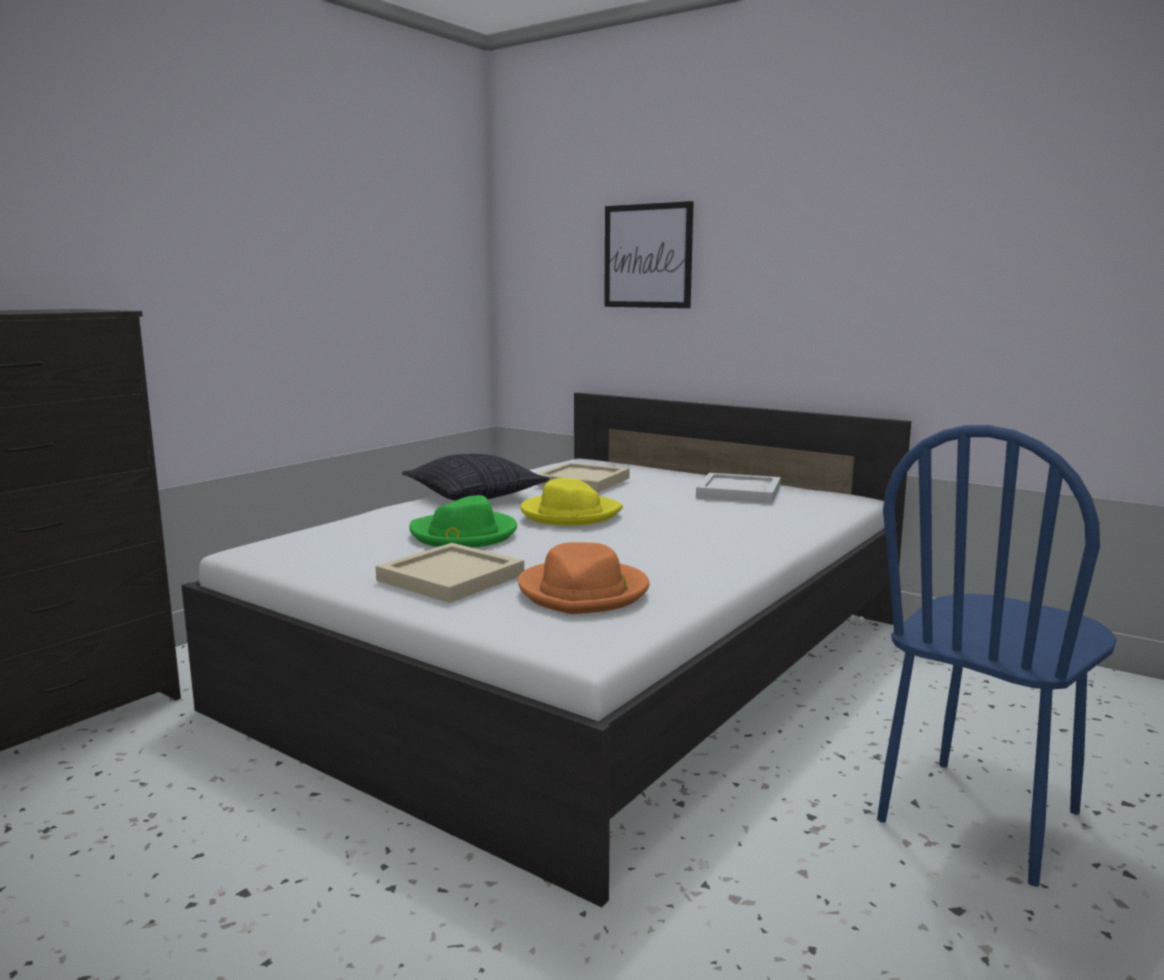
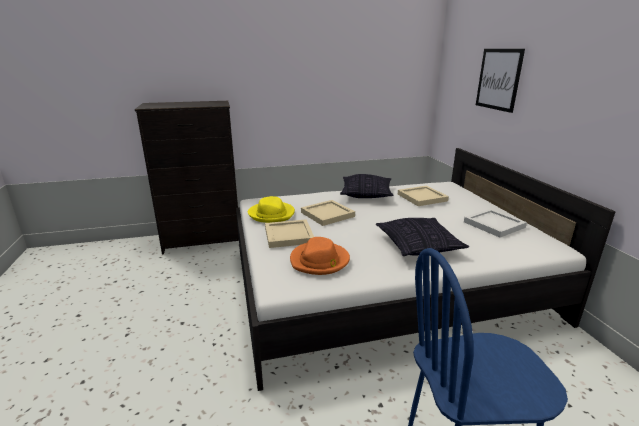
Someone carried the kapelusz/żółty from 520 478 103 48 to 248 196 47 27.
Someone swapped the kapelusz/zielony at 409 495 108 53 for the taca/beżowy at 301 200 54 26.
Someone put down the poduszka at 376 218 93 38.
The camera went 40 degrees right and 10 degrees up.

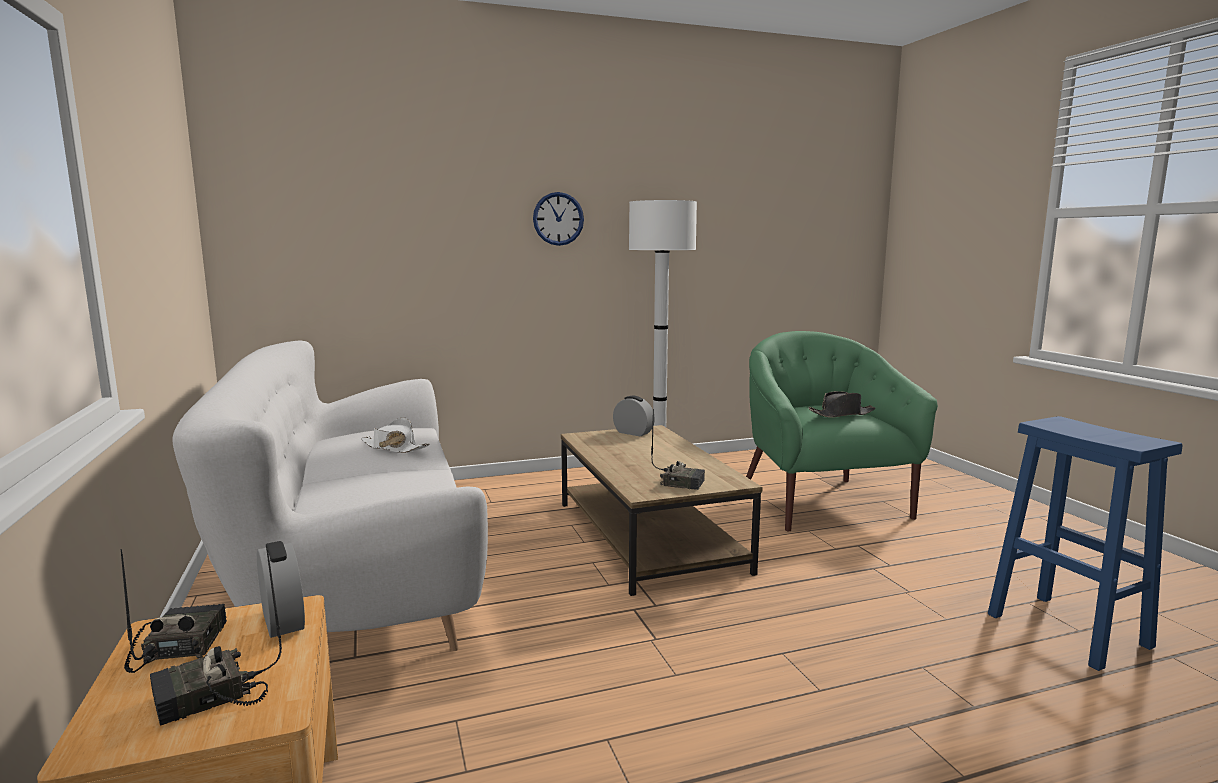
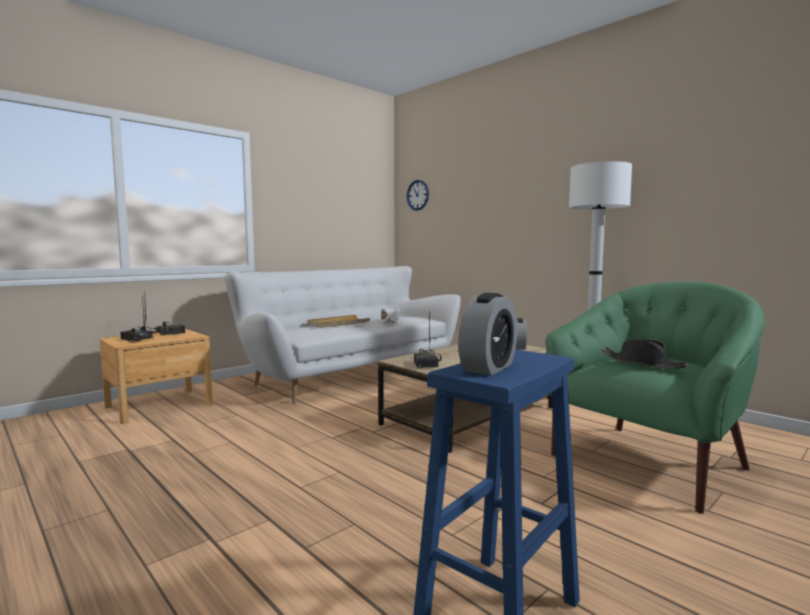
Someone carried the zegar ścienny from 533 192 51 54 to 407 180 22 31.
Someone carried the budzik from 257 541 48 97 to 458 293 59 82.
Someone put down the taca/beżowy at 307 315 63 13.
The camera went 65 degrees right and 5 degrees down.

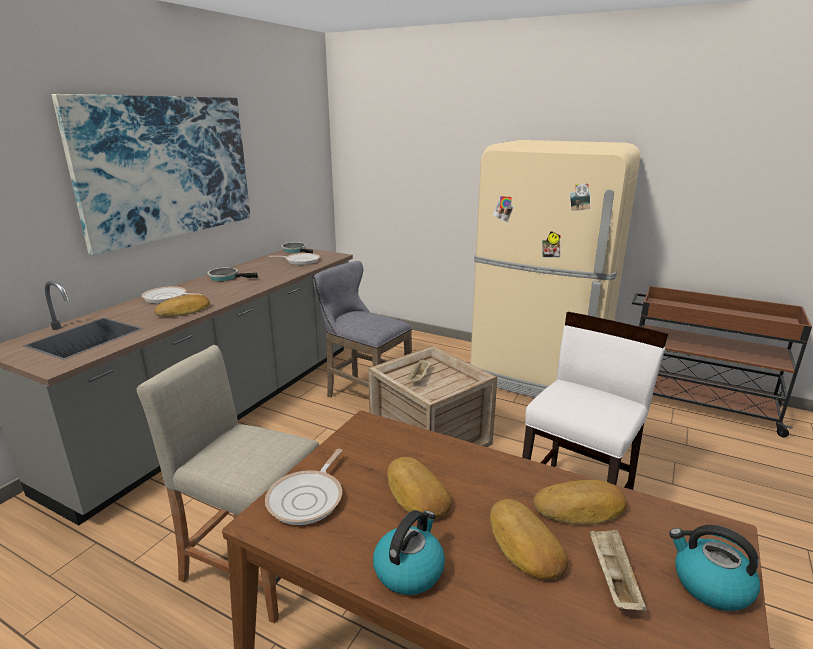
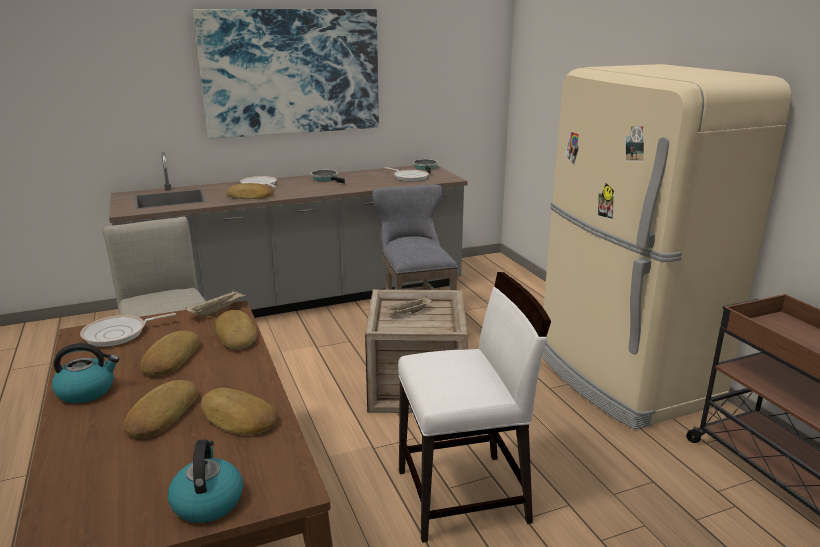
Someone carried the taca/beżowy from 589 529 57 82 to 186 289 61 27.
Someone put down the chleb at 215 310 42 39.
The camera went 40 degrees right and 0 degrees up.

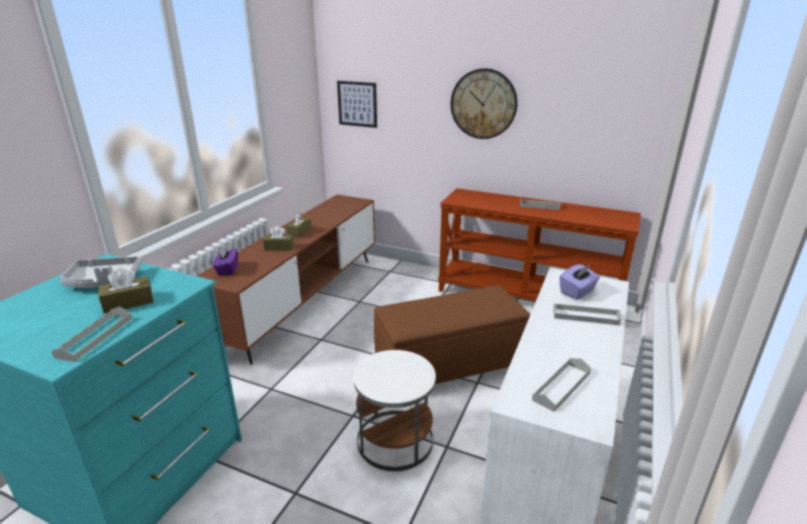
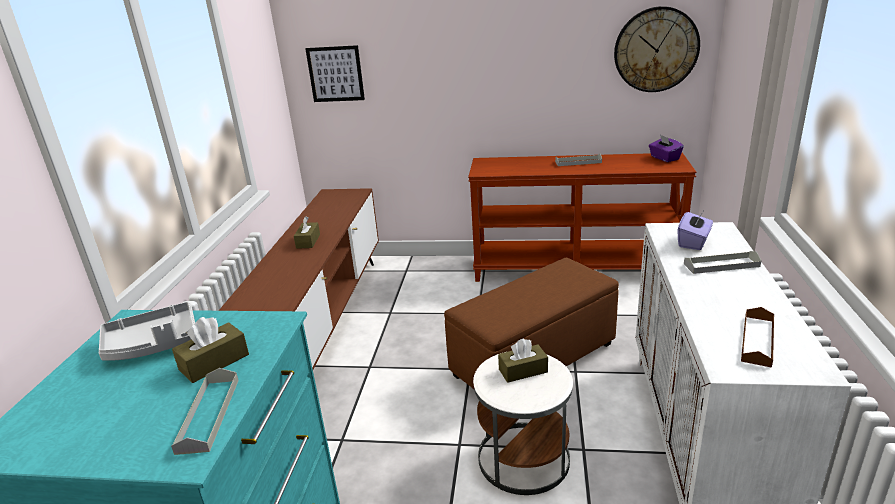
Someone carried the zegar ścienny from 450 68 68 71 to 614 6 86 86.
Someone carried the pudełko chusteczek/brązowy from 263 226 31 24 to 498 338 50 45.
Someone carried the pudełko chusteczek/fioletowy from 213 246 25 29 to 649 135 35 27.
Someone repainted the taca/szary at 532 358 59 54, which became the taca/brązowy at 741 307 33 61.
The camera went 15 degrees left and 0 degrees up.

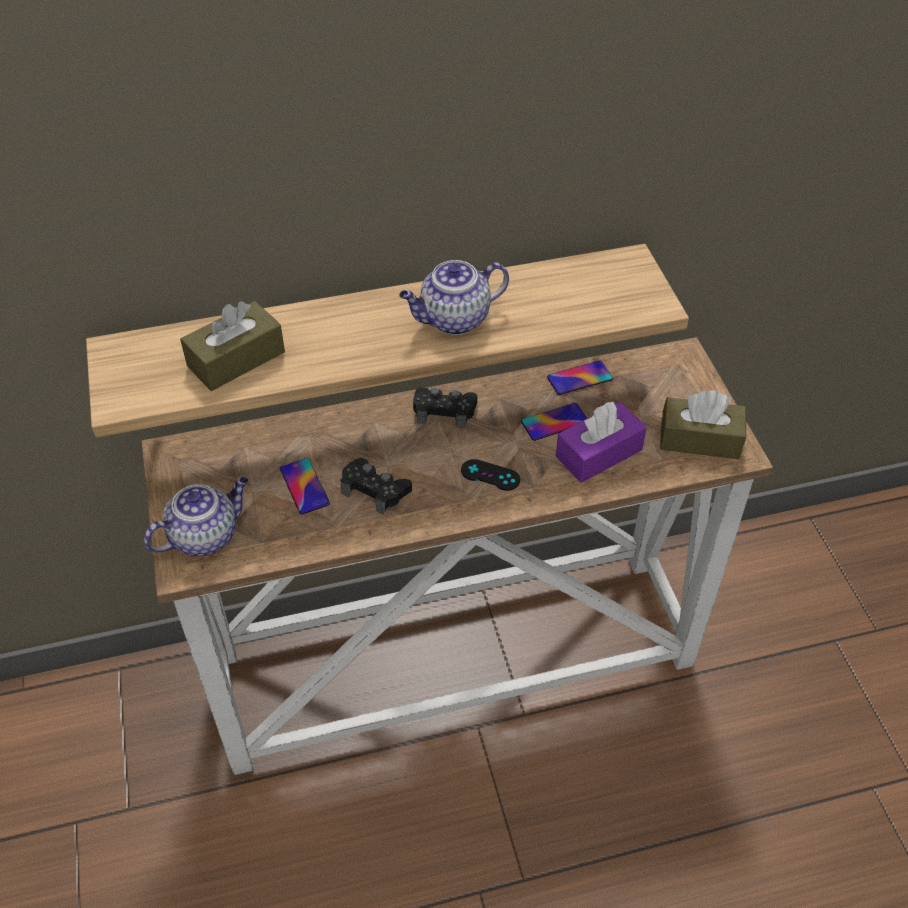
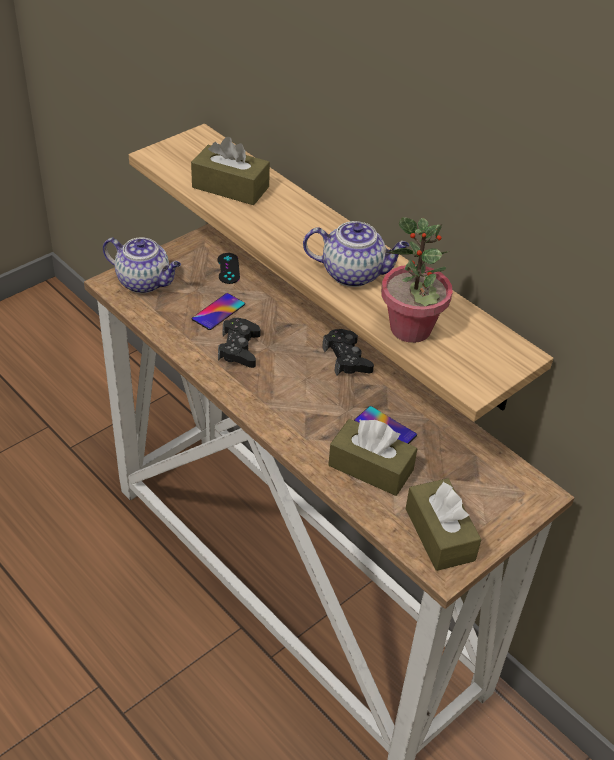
Someone rotated the imbryk at 399 260 110 75 by 150 degrees clockwise.
Someone took away the telefon at 547 360 66 35.
Someone repainted the pudełko chusteczek/fioletowy at 556 401 91 82, which became the pudełko chusteczek/brązowy at 328 419 90 77.
Someone carried the pad do gier/czarny from 461 459 59 32 to 217 253 23 31.
Someone put down the roślina doniczkowa at 381 217 72 126.
The camera went 60 degrees right and 5 degrees down.

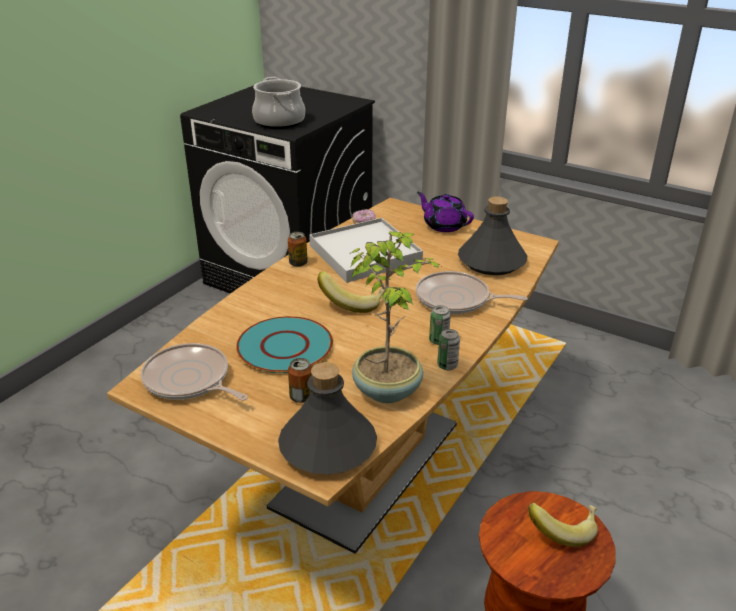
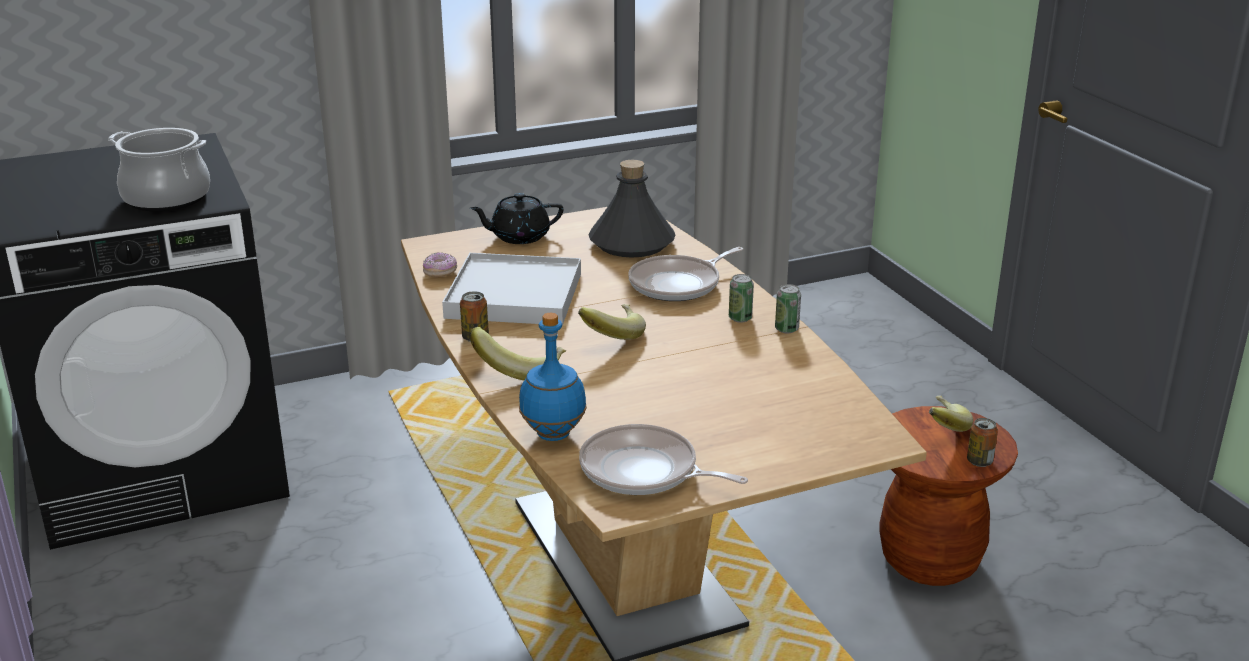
Someone repainted the imbryk/fioletowy at 417 192 57 40, which became the imbryk/czarny at 470 193 93 51.
Someone took away the roślina doniczkowa at 350 231 91 172.
Someone took away the talerz/turkusowy at 236 316 97 57.
Someone rotated the patelnia at 141 343 107 58 by 45 degrees clockwise.
Someone carried the puszka from 288 358 24 45 to 967 418 31 49.
Someone took away the butelka/szary at 278 362 99 112.
Someone put down the butelka/niebieski at 519 313 68 128.
Someone put down the banan at 470 327 96 53.
The camera went 55 degrees left and 5 degrees down.

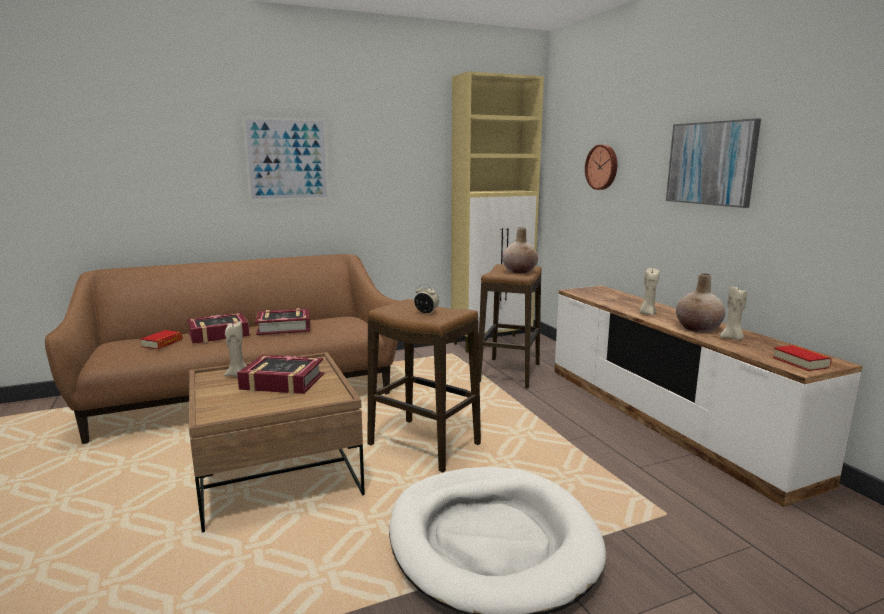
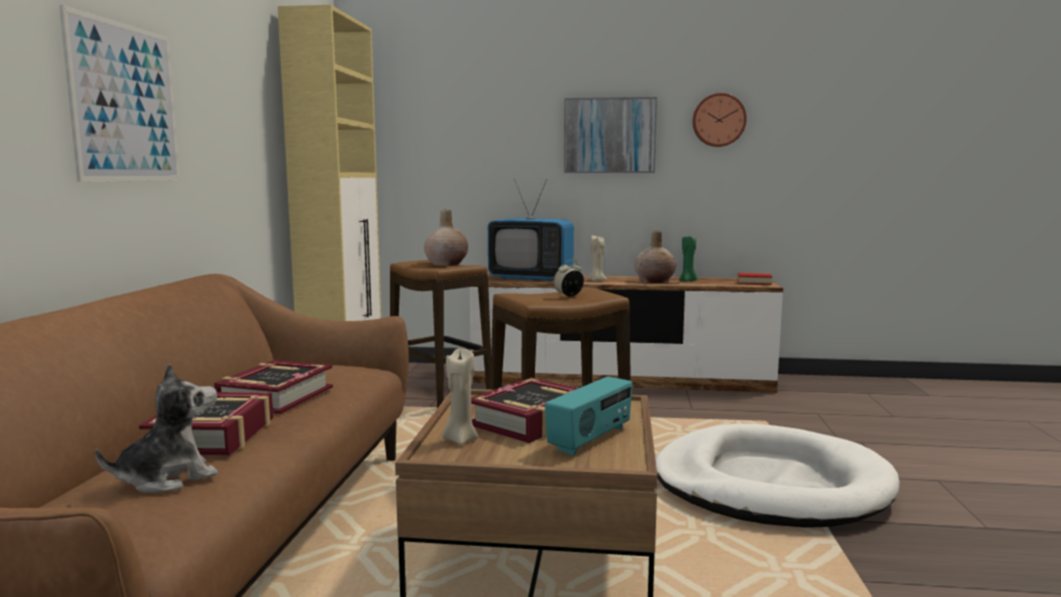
Someone carried the zegar ścienny from 585 145 32 45 to 692 93 55 54.
Someone repainted the świeca/beżowy at 720 287 27 53, which became the świeca/zielony at 679 236 18 46.
Someone swapped the książka at 140 330 43 19 for the pluszak at 95 364 123 129.
Someone put down the telewizor at 488 179 86 102.
Someone put down the radio at 545 377 88 78.
The camera went 60 degrees left and 5 degrees down.

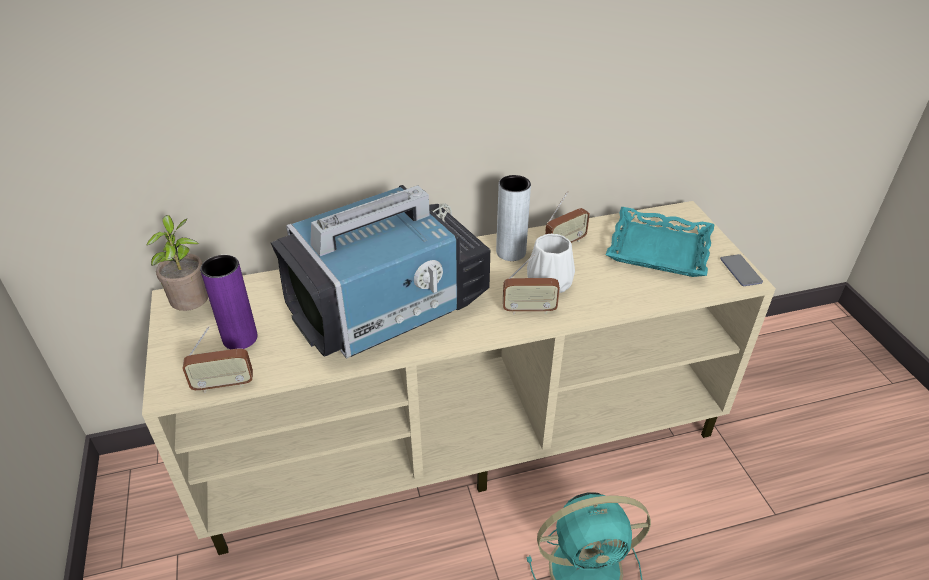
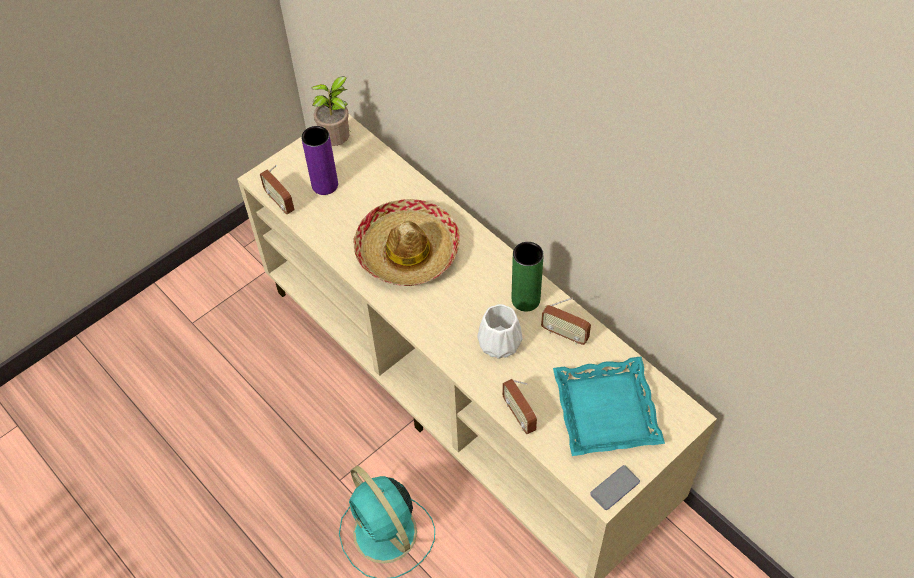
Someone repainted the wazon/szary at 496 175 35 86, which became the wazon/zielony at 511 242 33 70.
Someone swapped the telewizor at 271 185 219 173 for the kapelusz at 353 199 107 87.
Someone carried the radio from 503 254 57 61 to 502 379 35 55.
The camera went 65 degrees right and 15 degrees up.

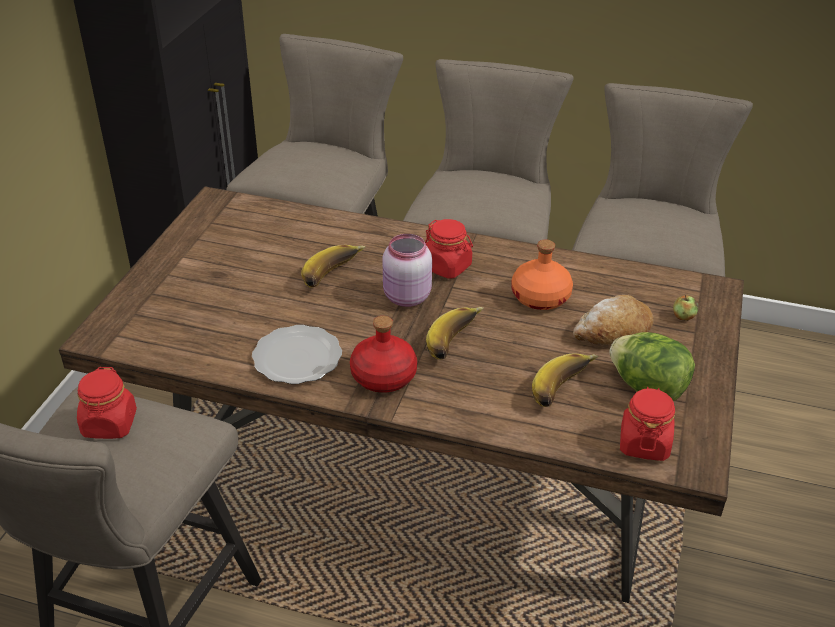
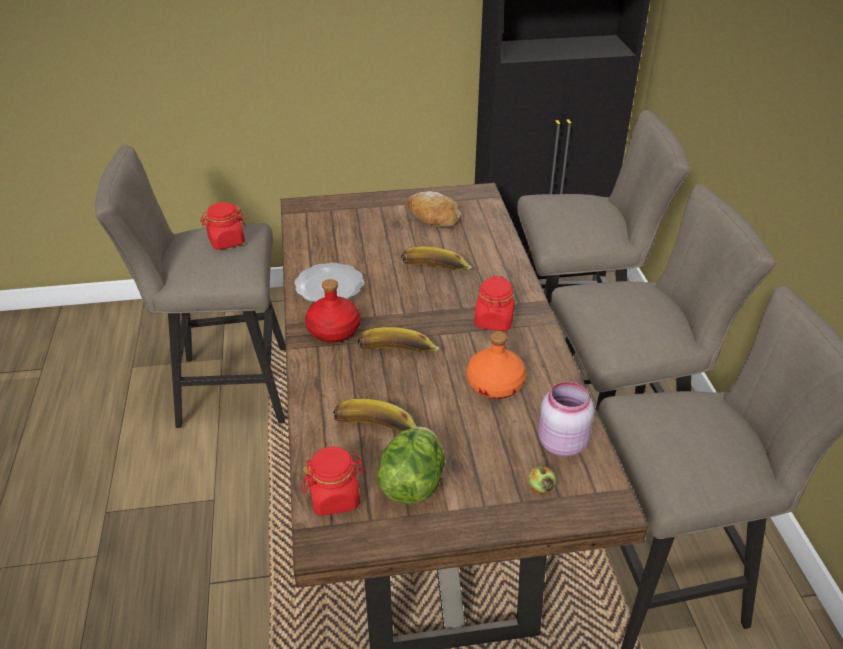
Someone carried the słoik/różowy from 382 234 50 73 to 538 382 56 75.
Someone carried the chleb from 573 295 81 50 to 407 191 54 36.
The camera went 65 degrees right and 0 degrees up.

